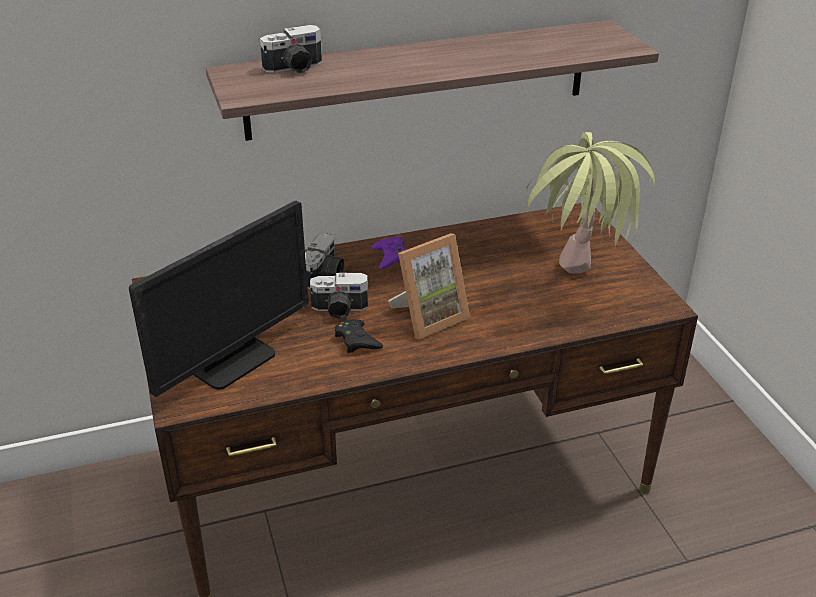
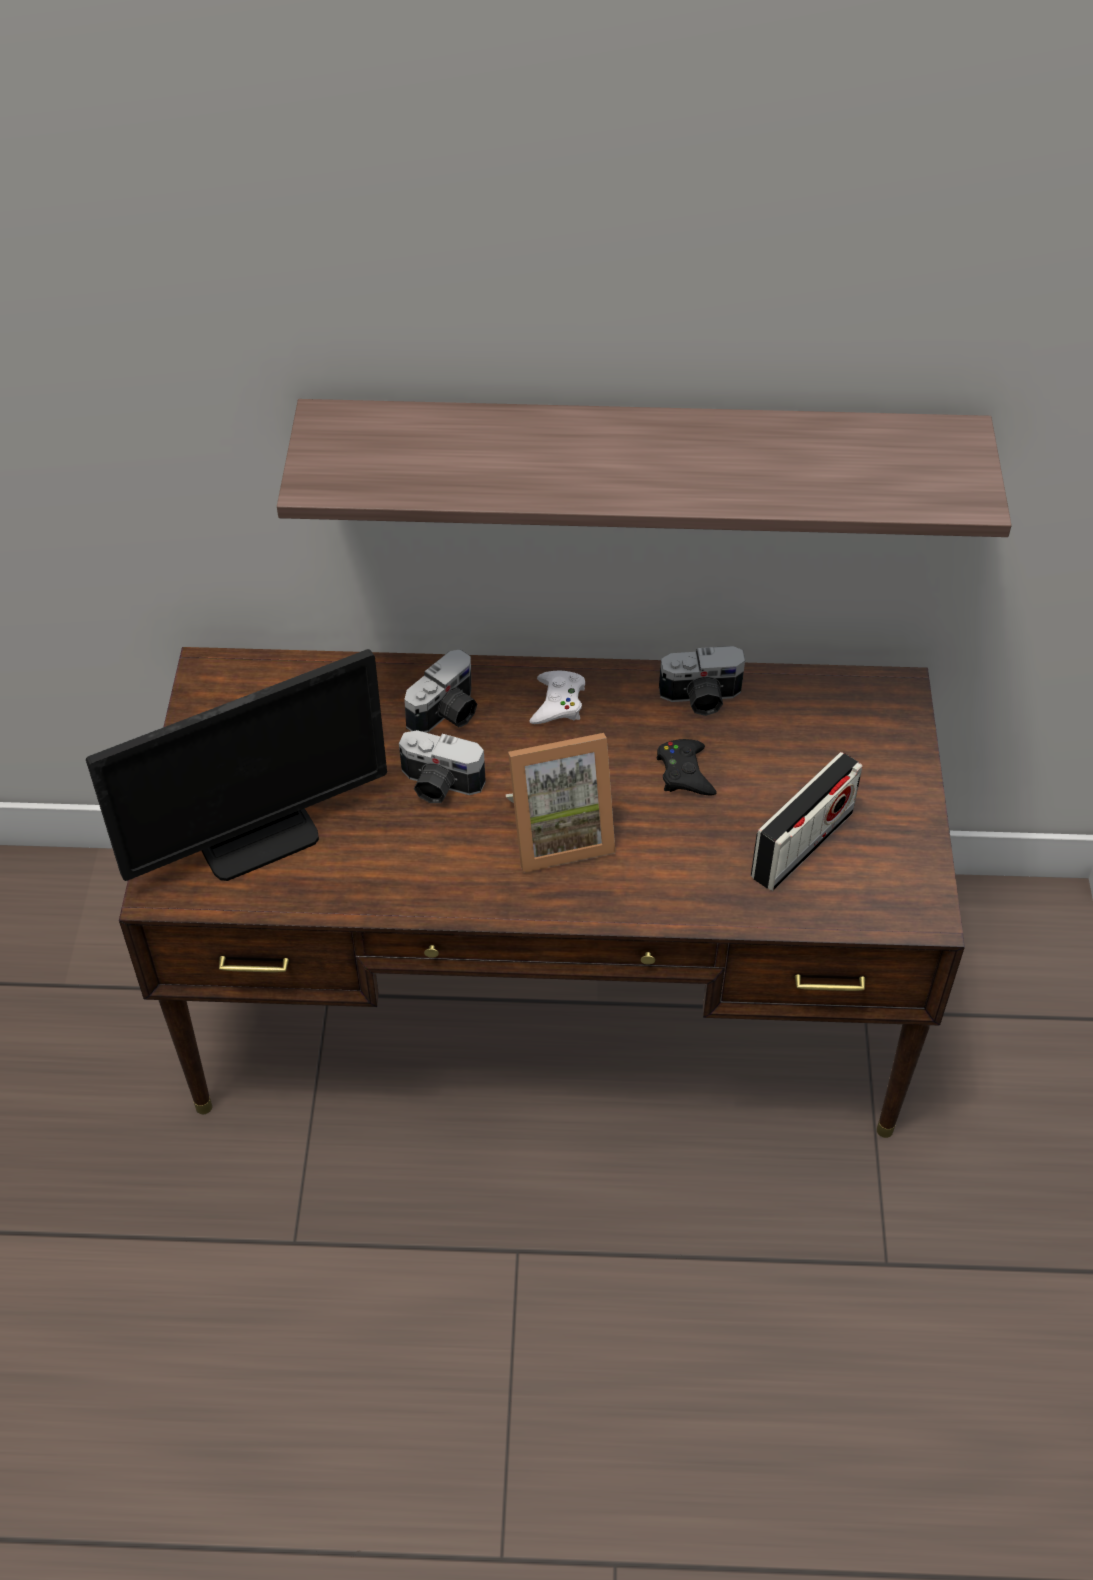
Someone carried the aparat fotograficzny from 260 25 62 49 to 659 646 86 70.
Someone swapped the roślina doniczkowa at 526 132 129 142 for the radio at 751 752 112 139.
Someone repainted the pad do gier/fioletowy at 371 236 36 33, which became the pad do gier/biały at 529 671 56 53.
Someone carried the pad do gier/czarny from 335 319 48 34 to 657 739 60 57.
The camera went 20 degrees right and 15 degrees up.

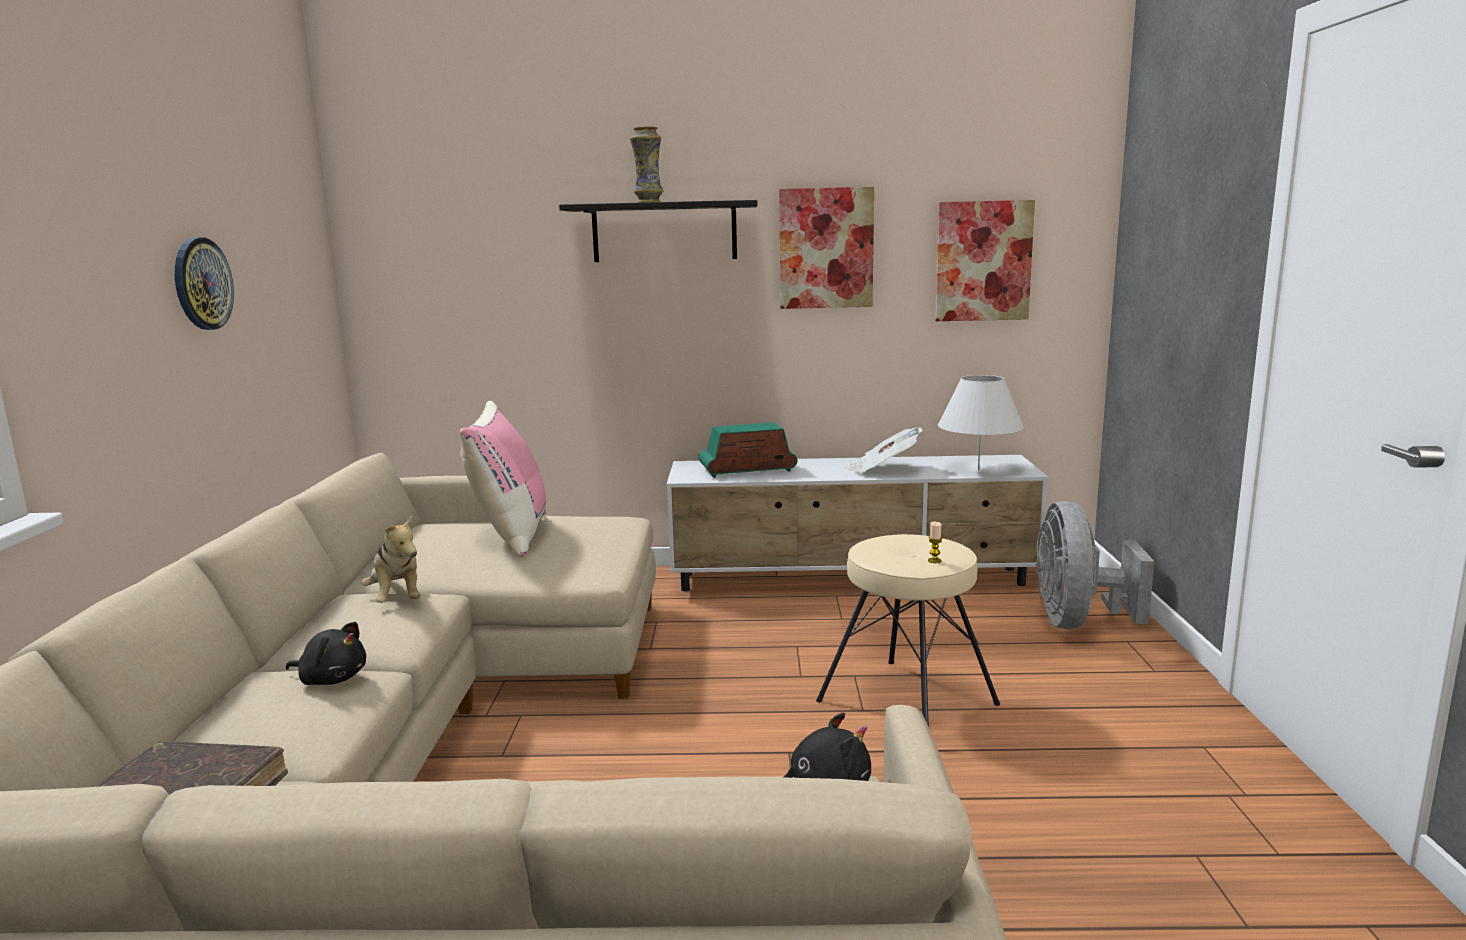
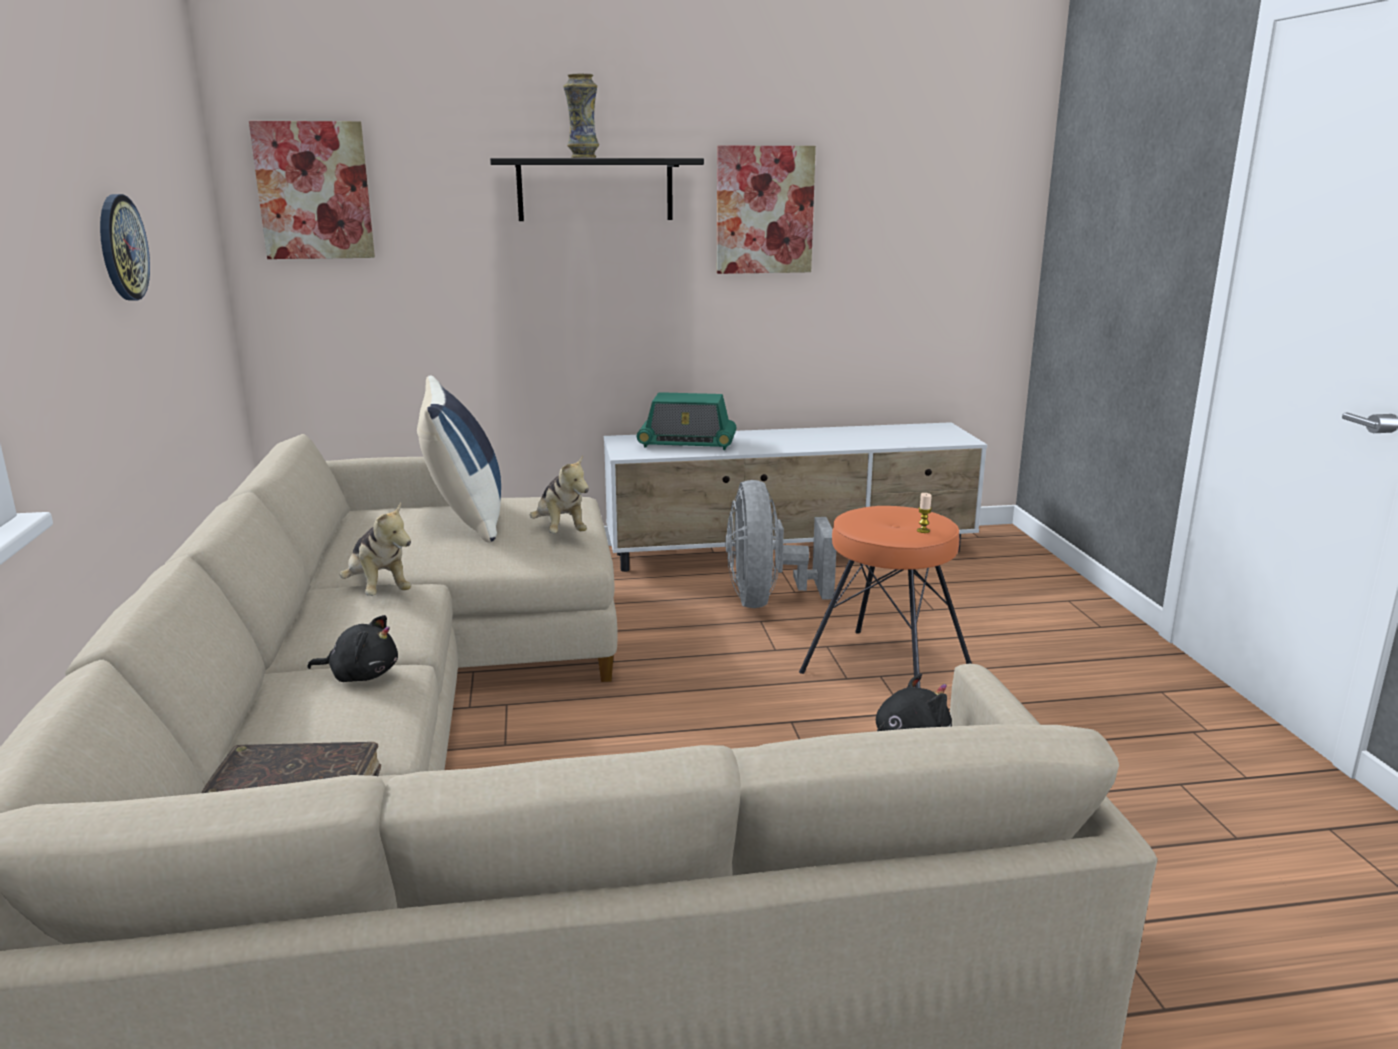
Someone carried the obraz from 935 200 100 121 to 249 121 126 138.
Someone took away the lampa stołowa/biały at 938 375 86 95.
Someone repainted the poduszka/różowy at 460 401 86 156, which became the poduszka/niebieski at 417 376 84 167.
Someone rotated the radio at 698 422 100 56 by 150 degrees counterclockwise.
Someone took away the gazeta at 845 427 78 46.
Someone carried the wentylator/szary from 1036 501 118 128 to 725 480 111 128.
Someone repainted the stołek/beżowy at 816 534 184 193, which became the stołek/pomarańczowy at 799 506 173 182.
Someone put down the pluszak at 530 455 59 78.
The camera went 10 degrees left and 5 degrees up.

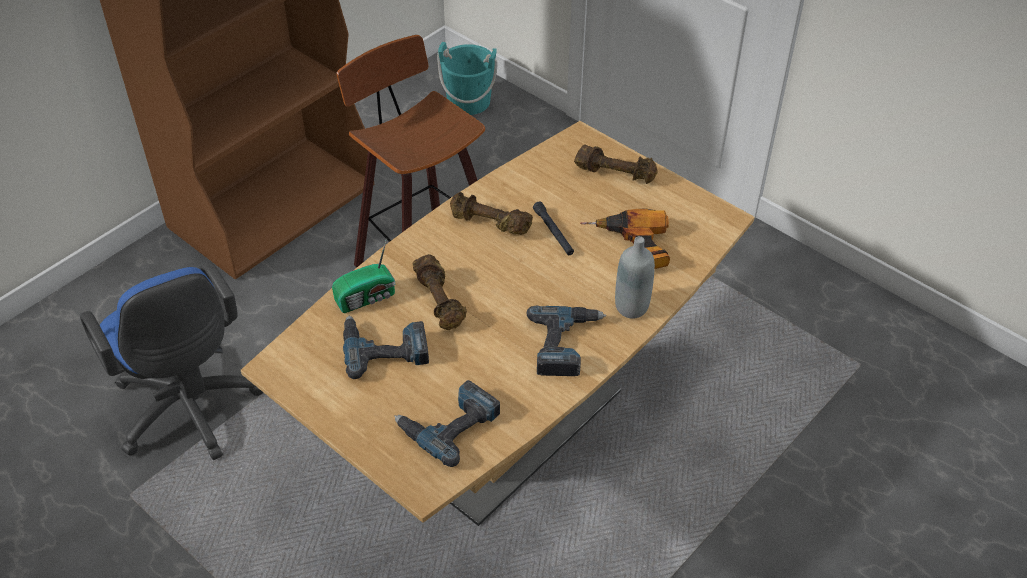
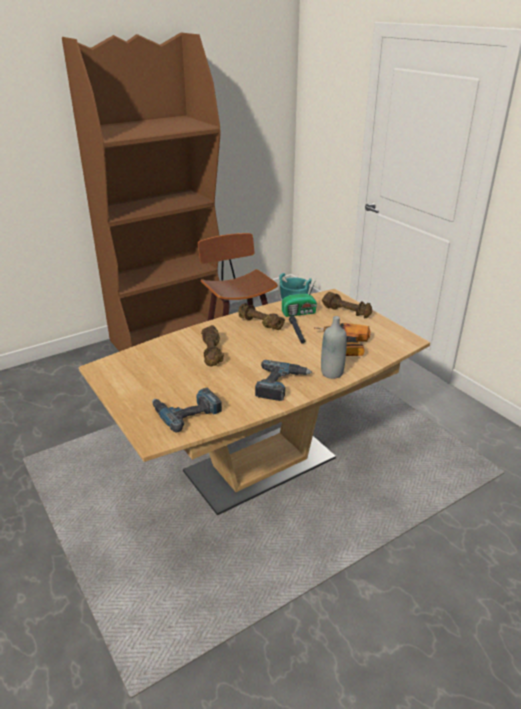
Someone carried the radio from 332 238 63 75 to 282 280 35 37.
Someone took away the krzesło biurowe/niebieski at 80 261 183 199.
Someone took away the wiertarka at 343 316 86 63.
The camera went 15 degrees right and 15 degrees down.

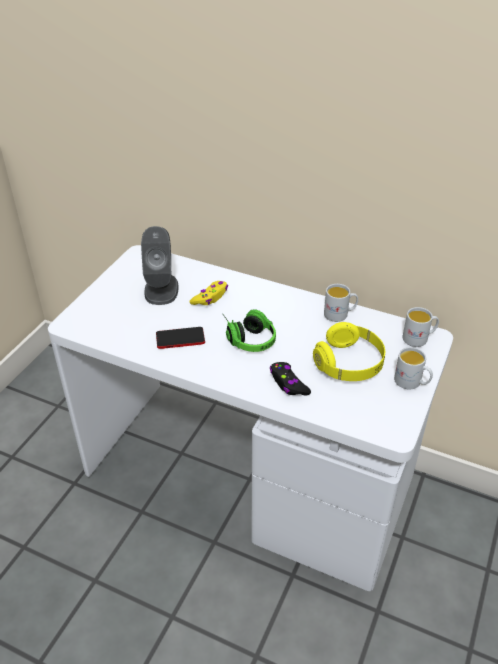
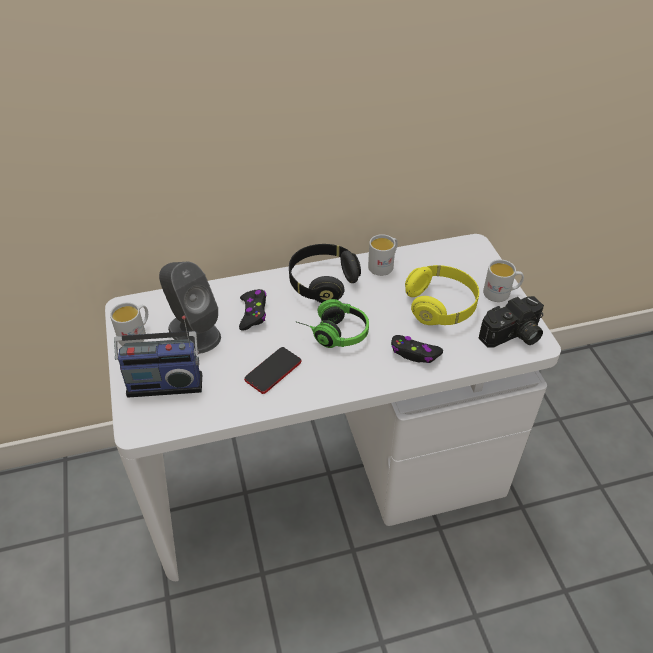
Someone repainted the pad do gier/żółty at 189 281 39 24, which became the pad do gier/czarny at 239 289 28 42.
Someone carried the kubek/biały from 403 307 36 40 to 110 302 38 44.
Someone put down the słuchawki/czarny at 289 244 72 59.
Someone put down the aparat fotograficzny at 479 296 65 52.
Someone put down the radio at 114 316 88 82.
The camera went 40 degrees left and 5 degrees up.

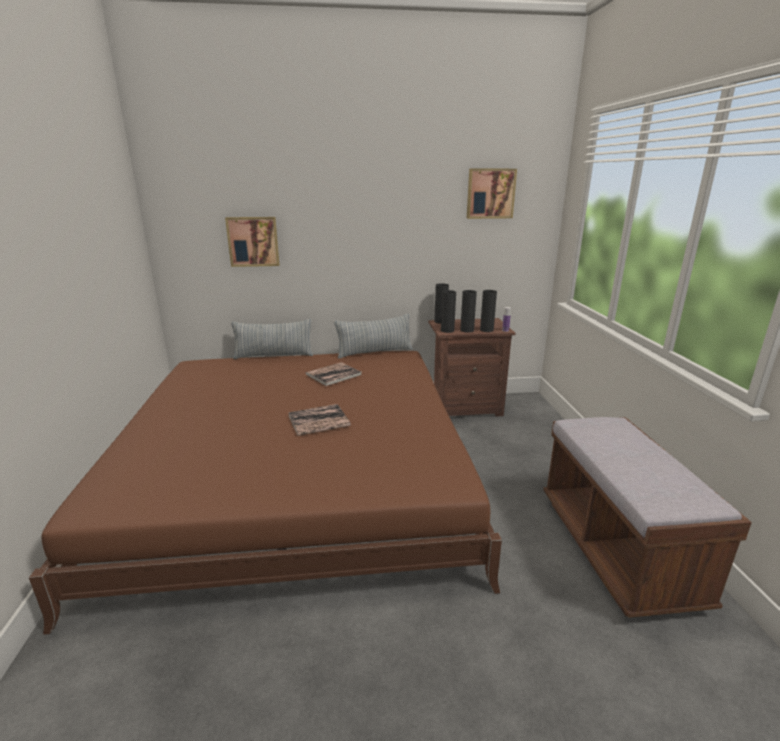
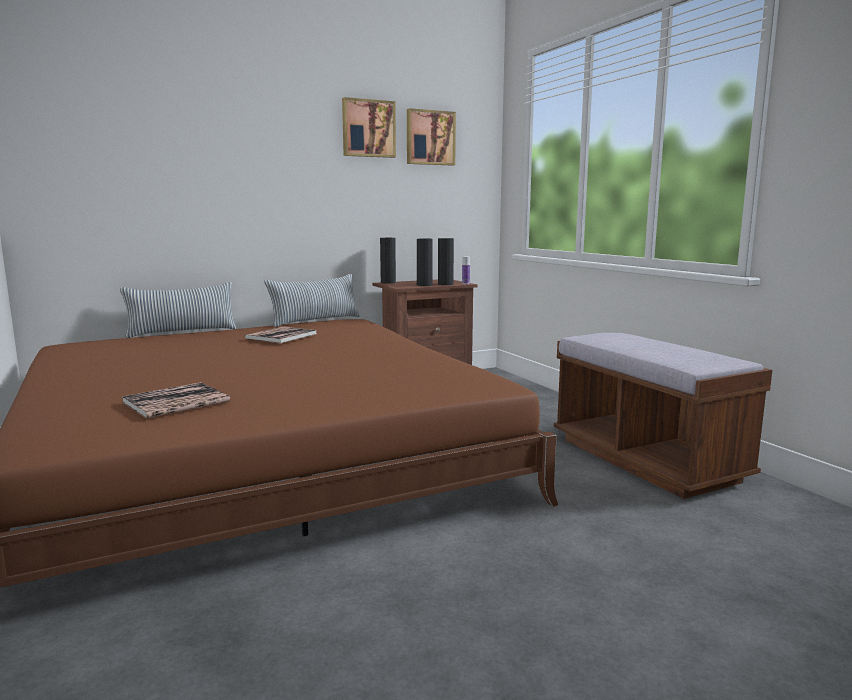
Someone carried the obraz from 225 217 55 50 to 342 97 54 61.
Someone took away the wazon/czarny at 441 290 15 43.
Someone carried the książka from 289 404 62 32 to 122 382 108 36.
The camera went 20 degrees left and 10 degrees down.

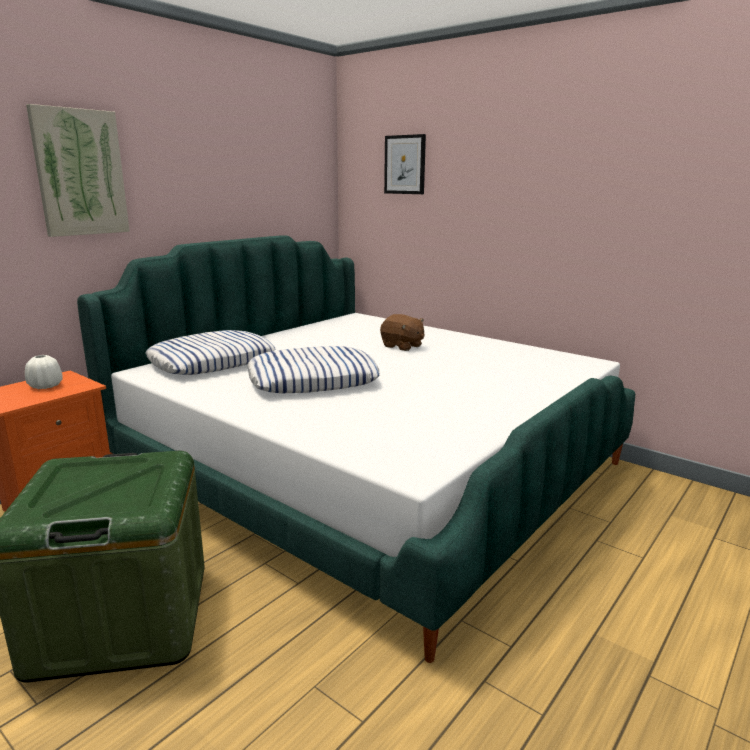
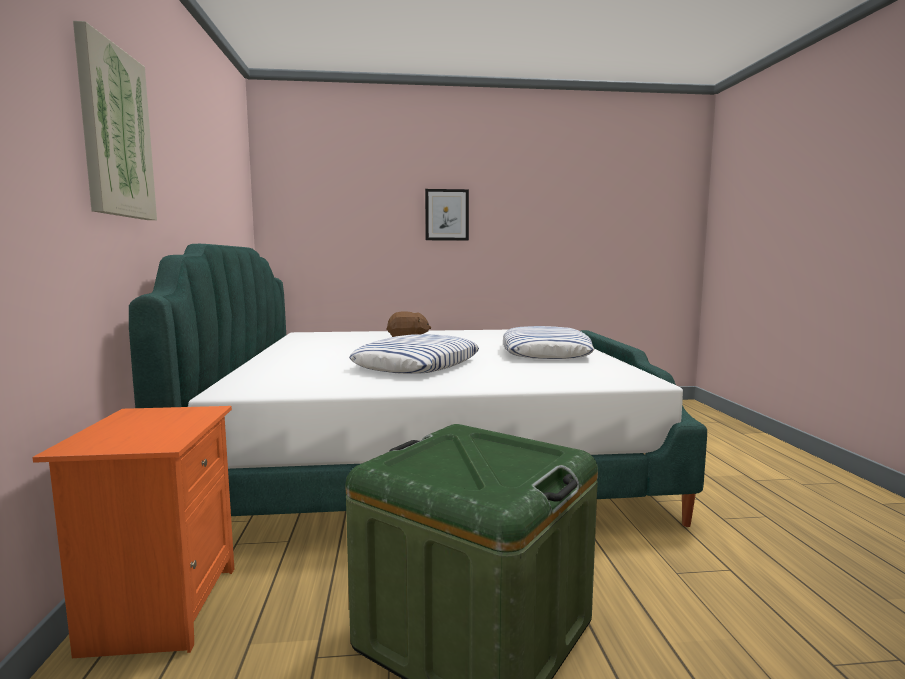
Someone carried the obraz from 384 134 42 60 to 425 189 44 52.
Someone carried the poduszka from 145 330 131 45 to 503 326 91 33.
Someone took away the wazon/biały at 25 355 38 34.
The camera went 45 degrees left and 10 degrees down.

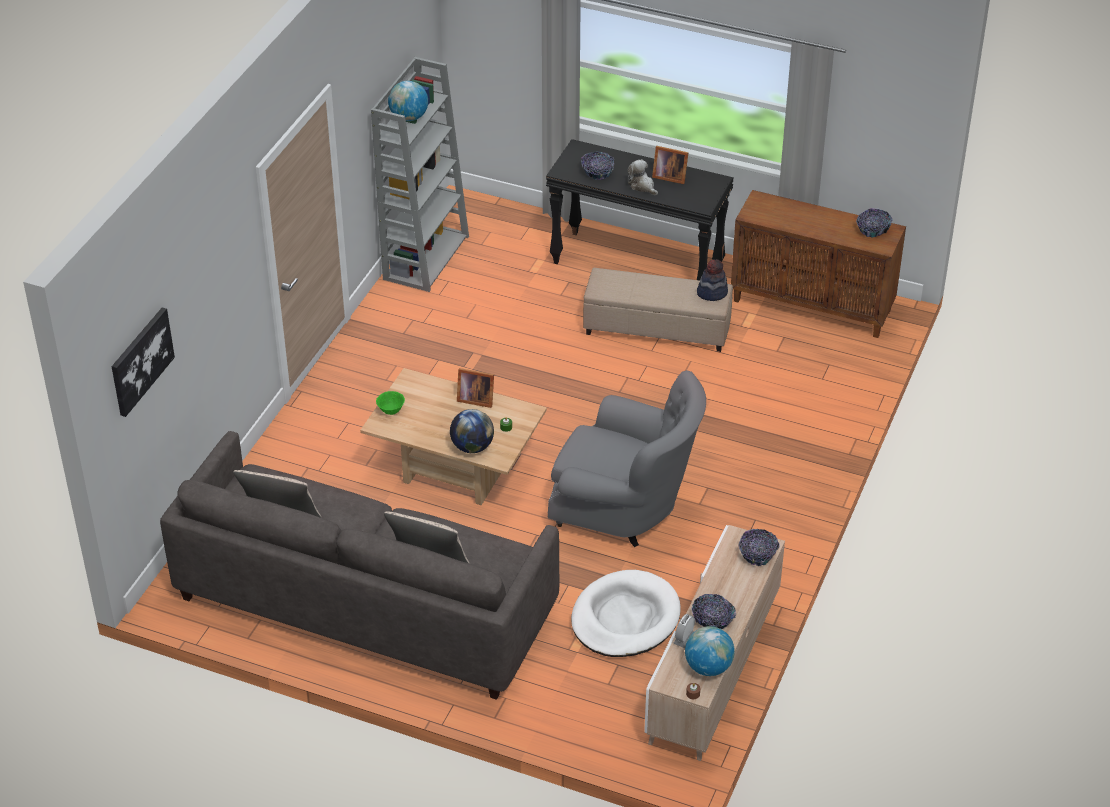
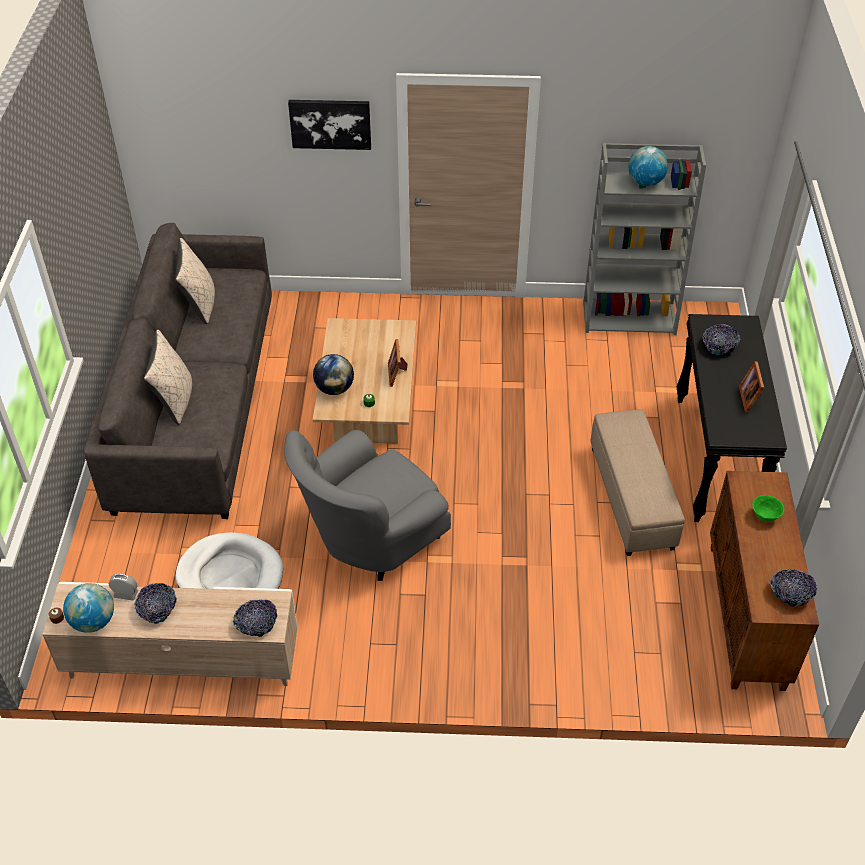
Someone took away the pluszak at 628 159 30 36.
Someone took away the kapelusz at 697 259 31 42.
Someone carried the obraz from 111 308 64 109 to 288 100 83 50.
Someone rotated the fotel/szary at 548 370 158 177 by 45 degrees clockwise.
Someone carried the miska/zielony from 376 391 29 24 to 752 495 32 27.
The camera went 70 degrees right and 5 degrees up.

